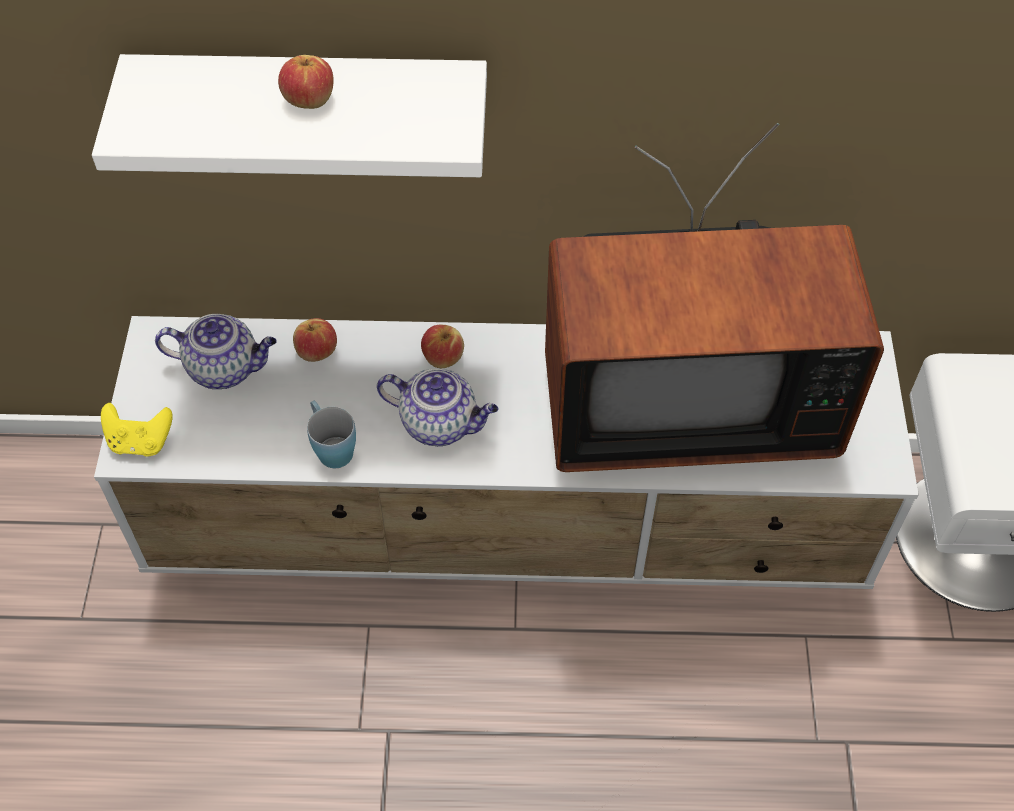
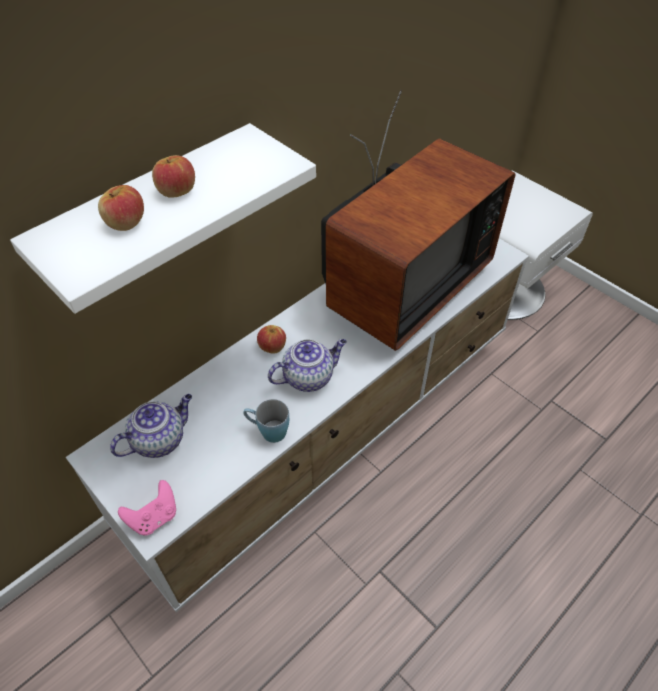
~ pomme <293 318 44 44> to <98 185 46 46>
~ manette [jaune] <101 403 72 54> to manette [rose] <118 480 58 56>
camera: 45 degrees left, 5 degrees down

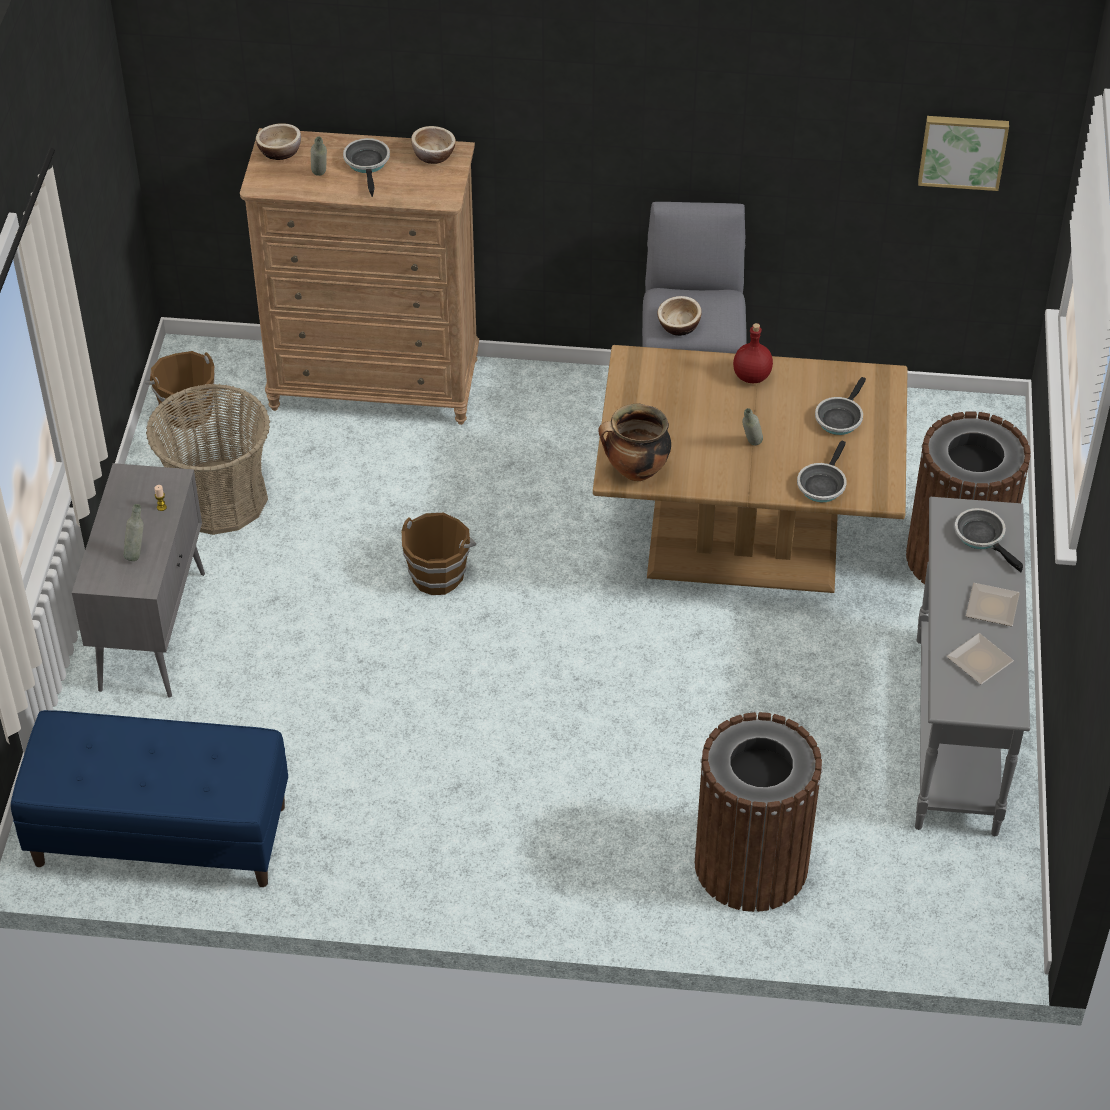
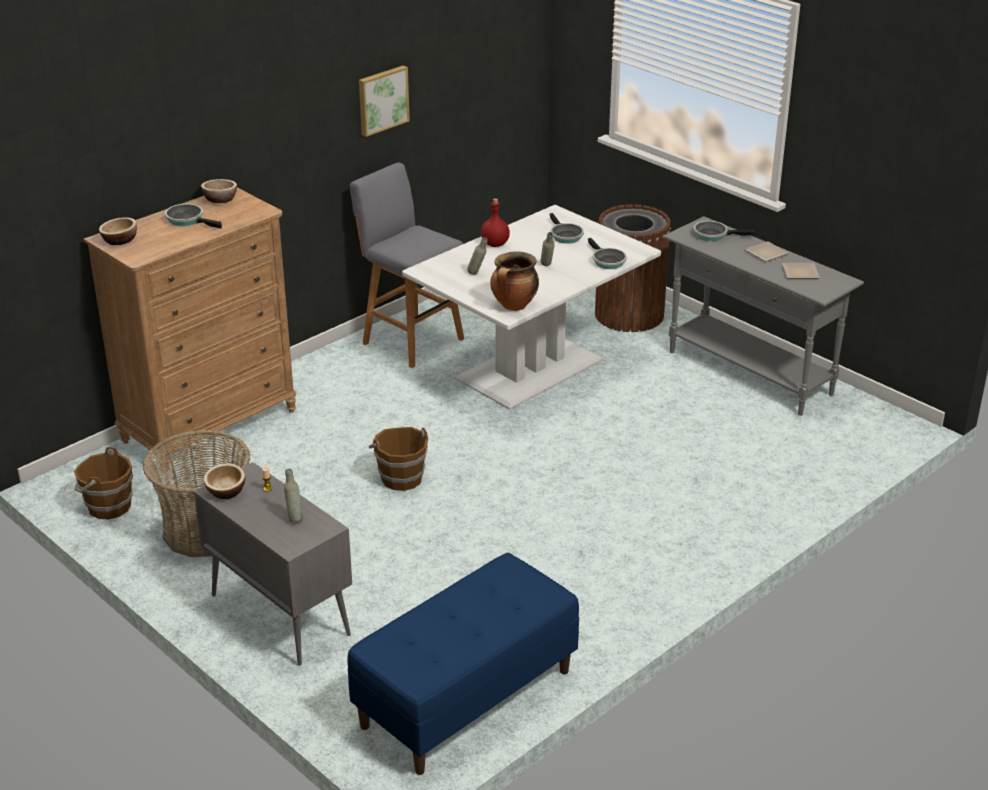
- poubelle [marron] <695 712 127 200>
~ bouteille [gris] <311 136 16 40> to <467 237 21 38>
~ bol <657 296 45 40> to <204 464 41 35>
~ tableau <918 116 91 75> to <359 65 51 72>
~ table à manger [marron] <593 345 315 248> to table à manger [blanc] <402 205 259 205>
camera: 50 degrees left, 15 degrees down

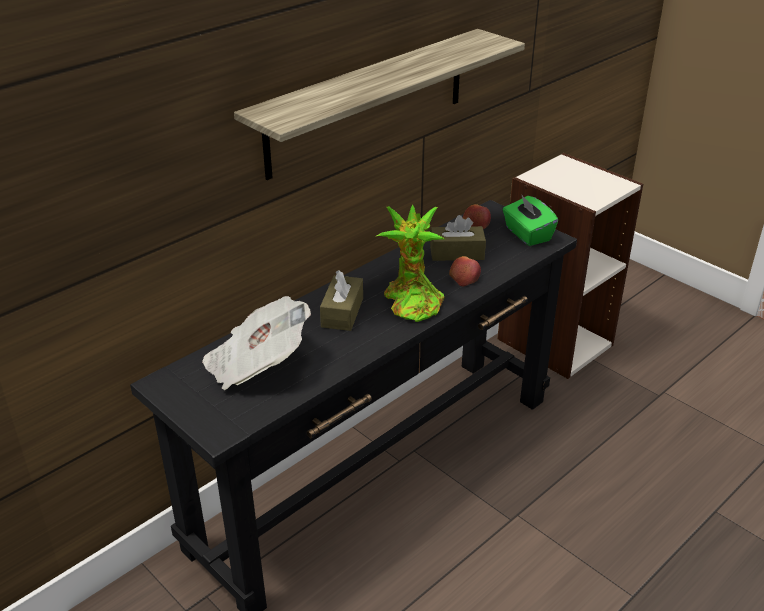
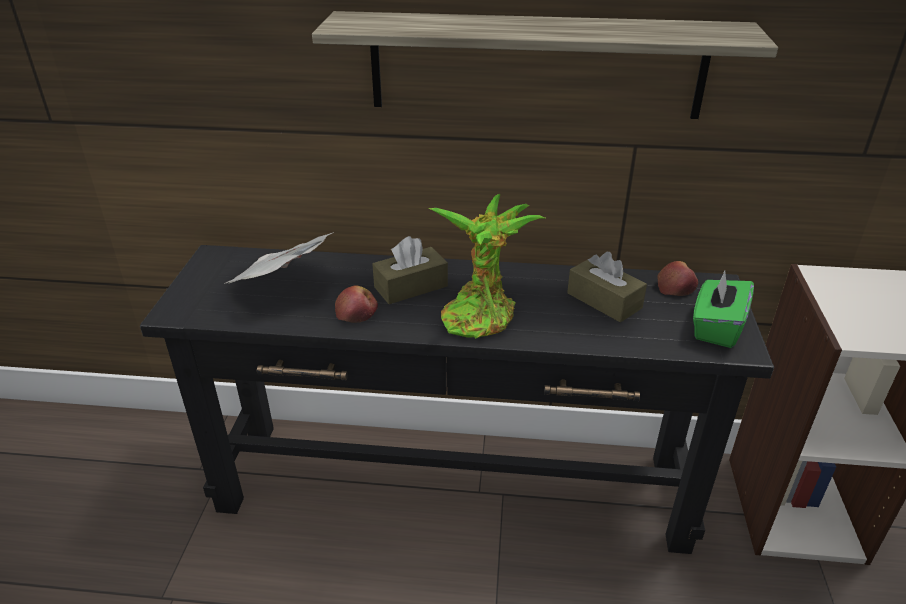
~ pomme <449 256 32 31> to <335 286 43 37>
camera: 50 degrees right, 0 degrees up

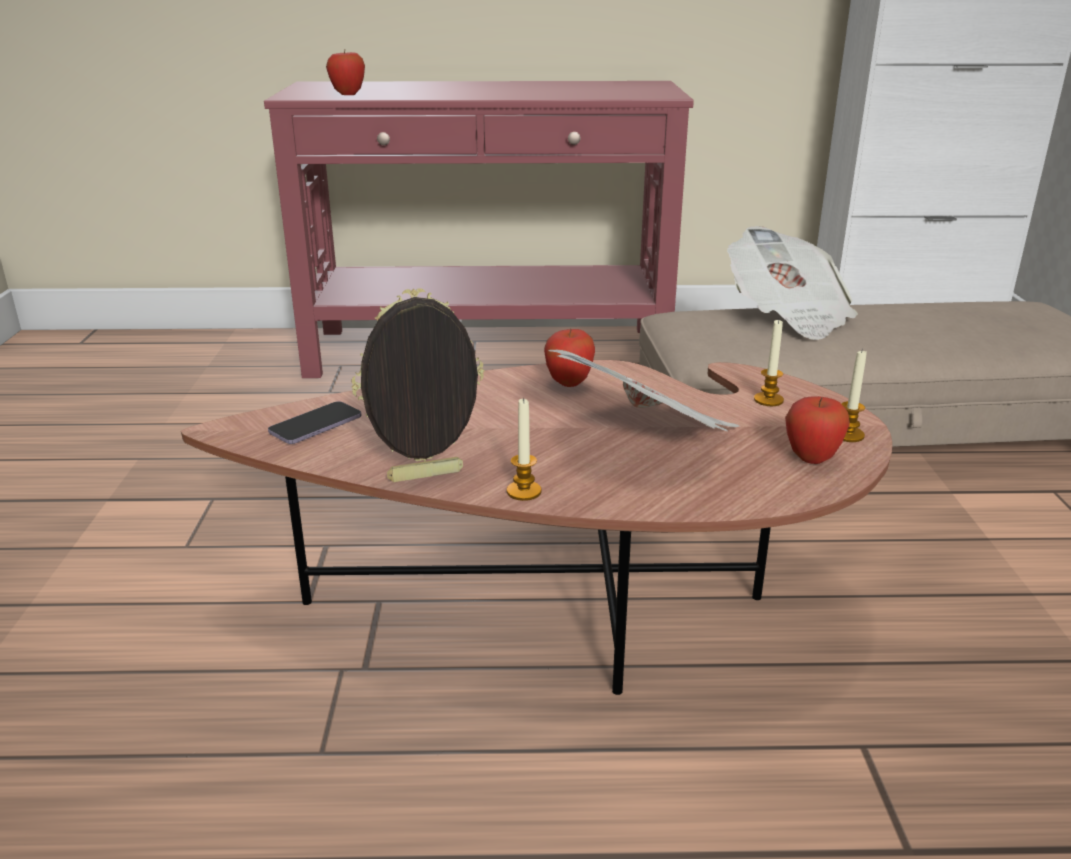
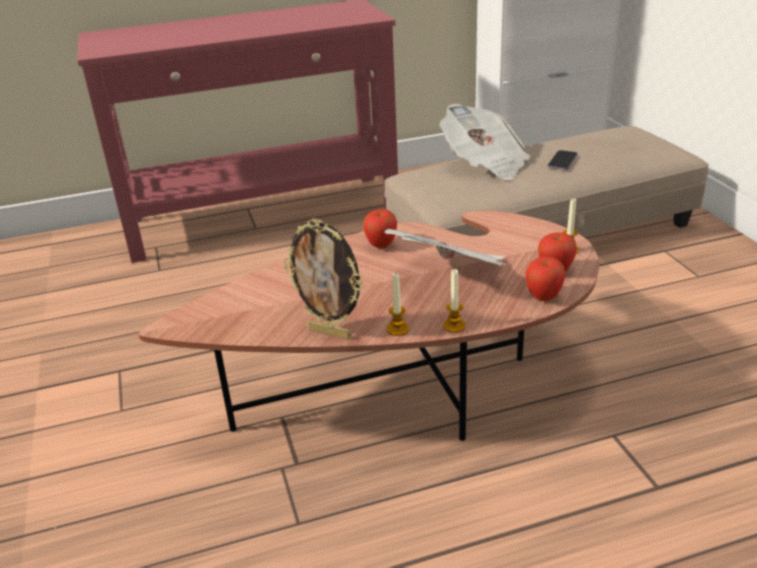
~ téléphone <268 401 94 43> to <548 150 30 20>
~ pomme <326 50 39 45> to <525 257 41 44>
~ bougie <754 319 30 87> to <443 269 23 64>
~ cadre photo <352 288 132 194> = <284 219 79 121> 120 degrees counterclockwise
camera: 15 degrees left, 5 degrees up

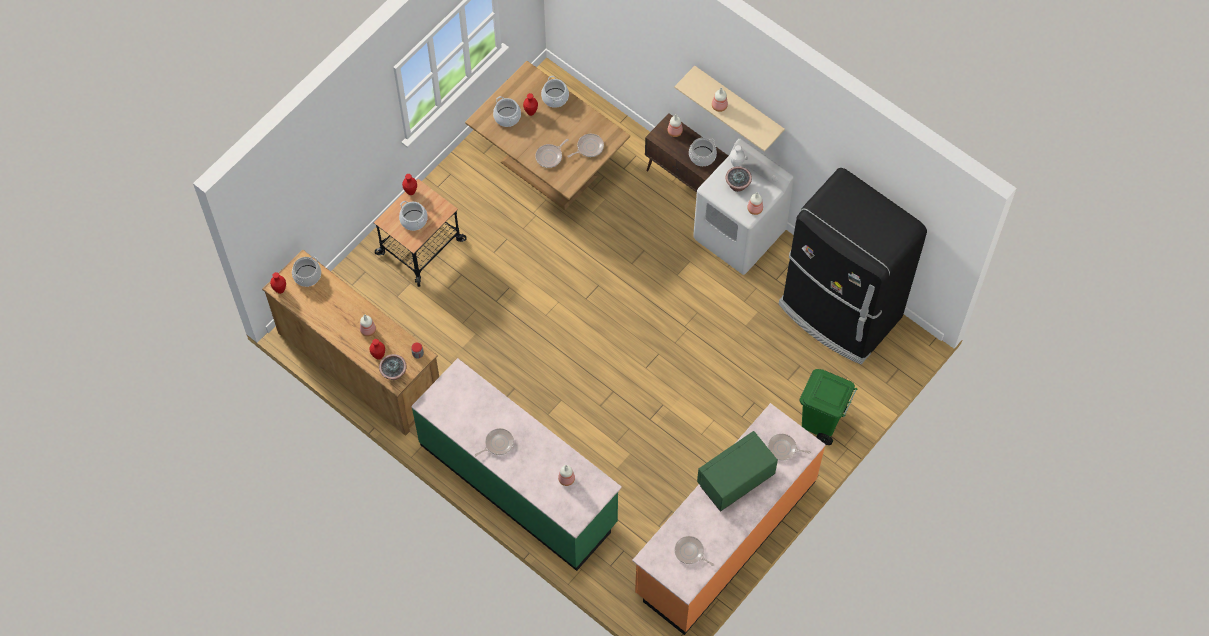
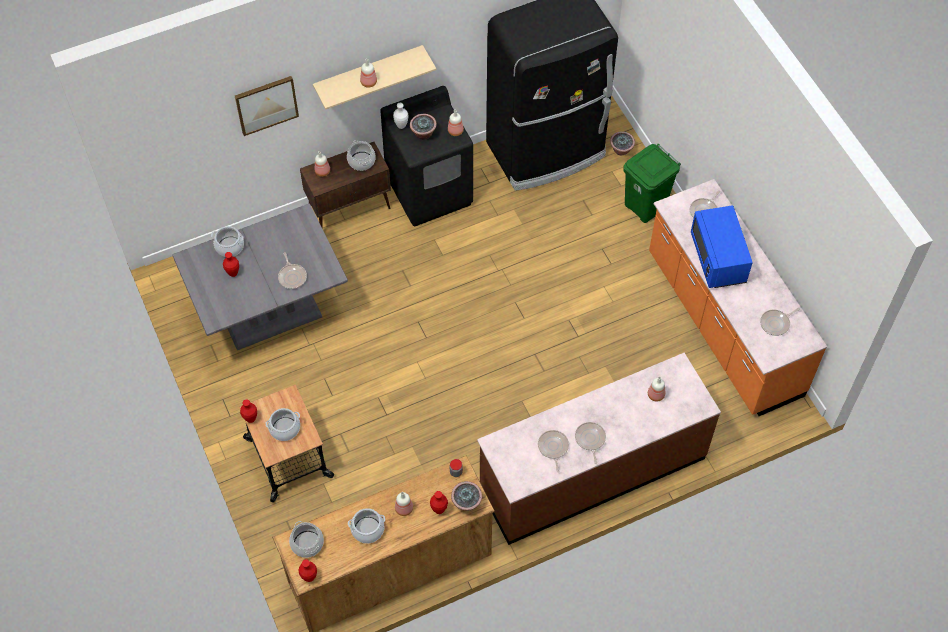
+ tableau <235 76 64 60>
+ plante en pot <610 131 25 24>
~ marmite <493 96 28 31> to <348 508 37 36>
~ poêle <567 134 37 23> to <538 430 31 42>
~ comptoir de cuisine [vert] <411 358 211 213> to comptoir de cuisine [marron] <477 353 244 192>
~ table à manger [marron] <465 61 165 149> to table à manger [gris] <172 204 176 146>
~ lave-linge [blanc] <693 139 101 136> to lave-linge [noir] <380 86 93 140>
~ micro-ondes [vert] <697 431 81 81> to micro-ondes [bleu] <691 205 62 83>
camera: 65 degrees left, 5 degrees down

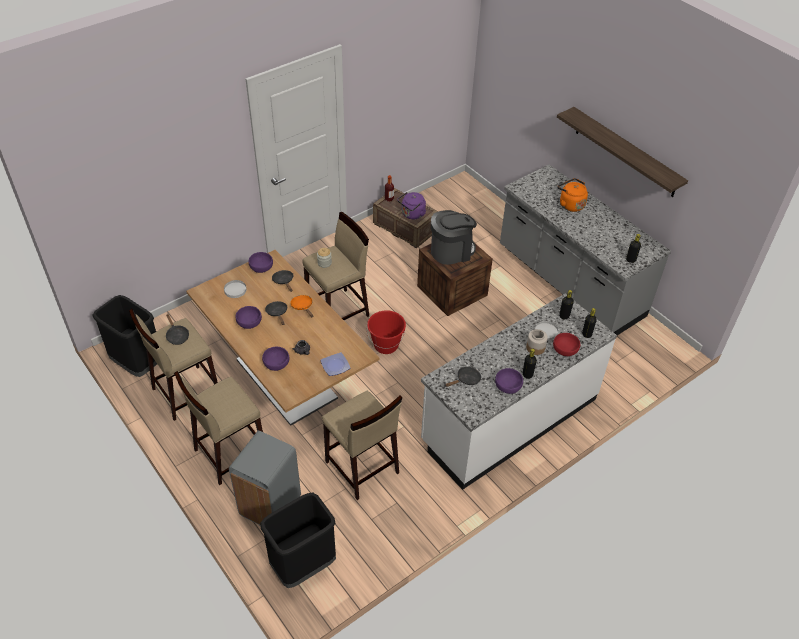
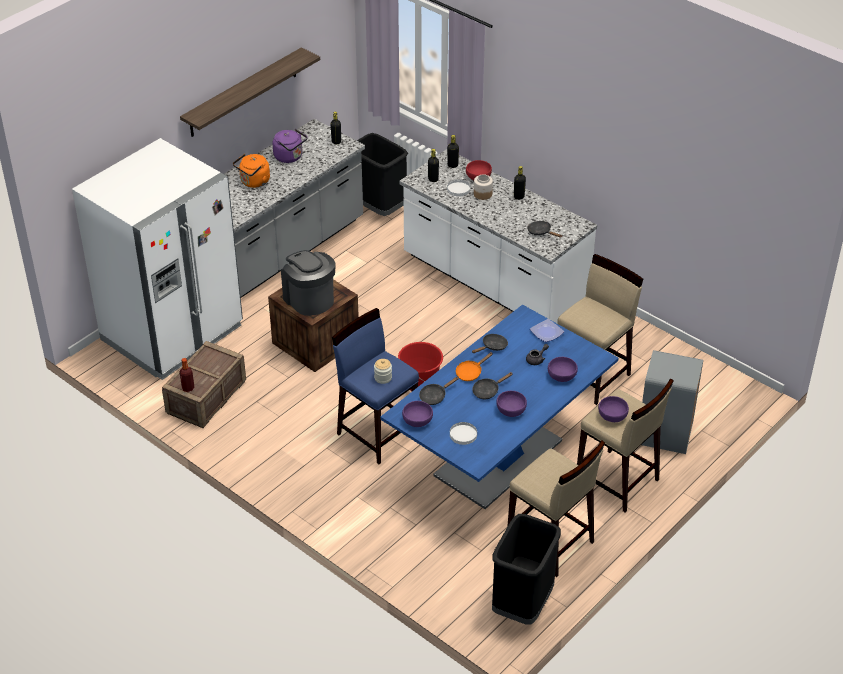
+ réfrigérateur [blanc] <72 138 171 242>
~ poêle [noir] <166 314 23 31> to <472 334 36 19>
~ poubelle [noir] <260 492 76 96> to <357 133 51 83>
~ bouilloire [violet] <397 192 29 28> to <272 129 35 34>
~ bol [violet] <495 368 28 26> to <598 396 31 26>
~ table à manger [marron] <186 250 194 176> to table à manger [bleu] <380 304 239 205>
~ tabouret [beige] <303 212 66 108> to tabouret [bleu] <332 308 87 156>
camera: 100 degrees left, 5 degrees down

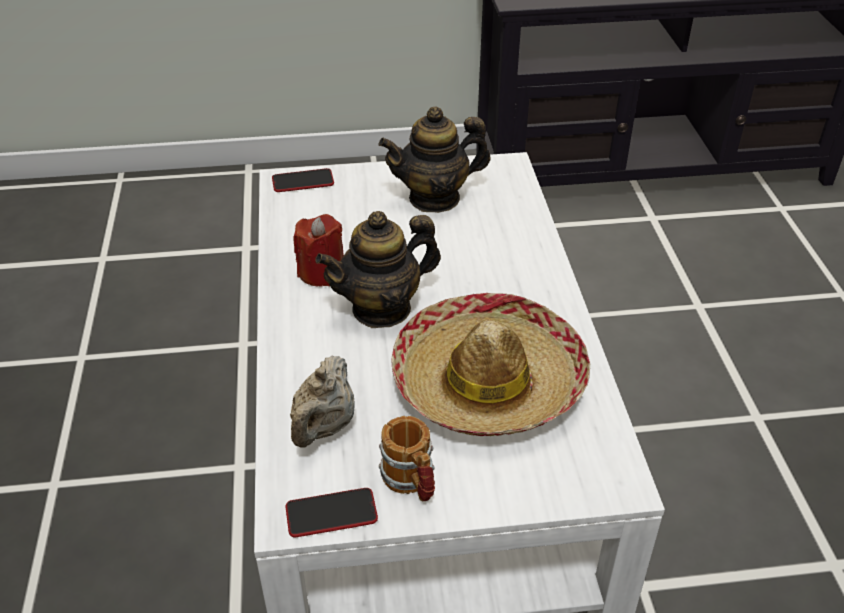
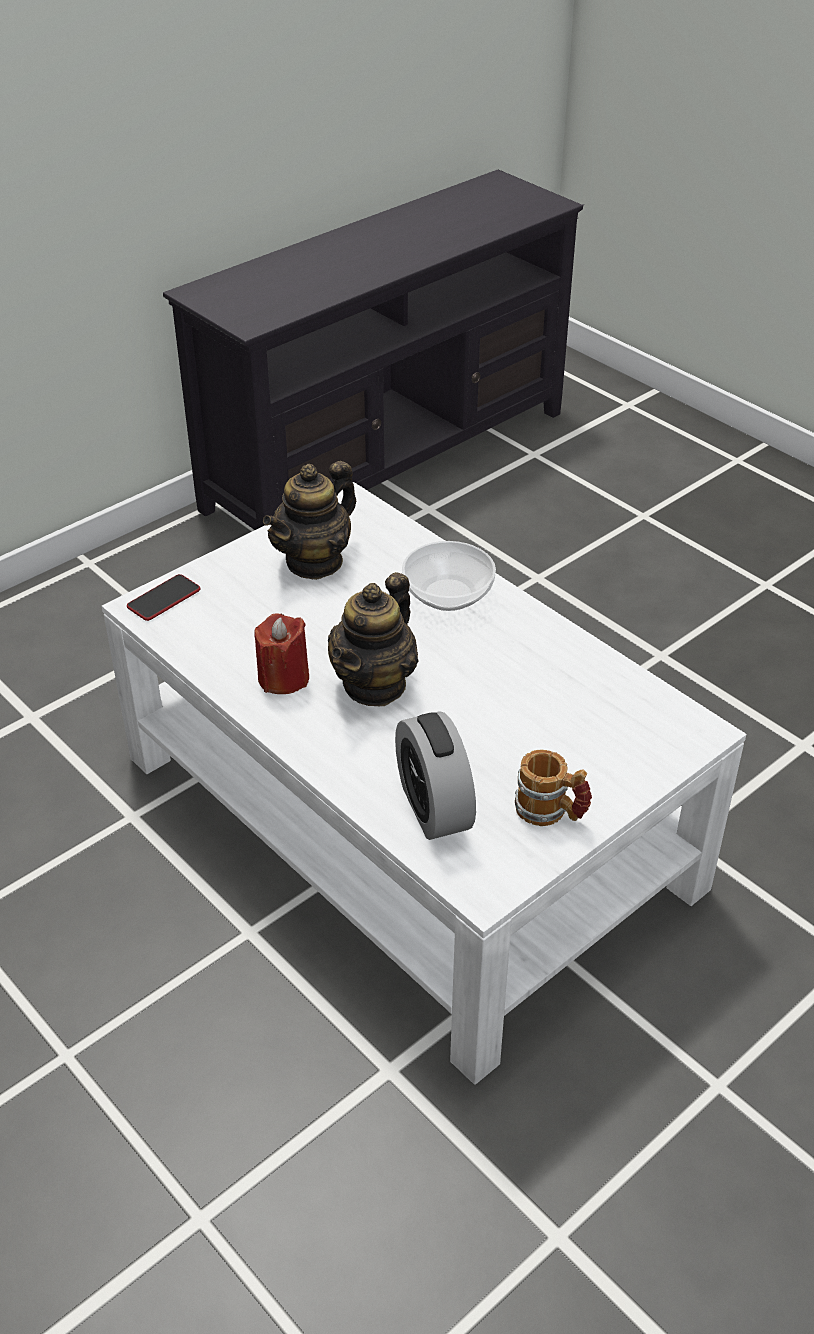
- téléphone <286 488 92 49>
- chapeau <391 293 199 143>
+ bol <402 541 94 70>
~ théière [beige] <290 355 65 93> to réveil <395 711 81 129>
camera: 35 degrees left, 0 degrees up

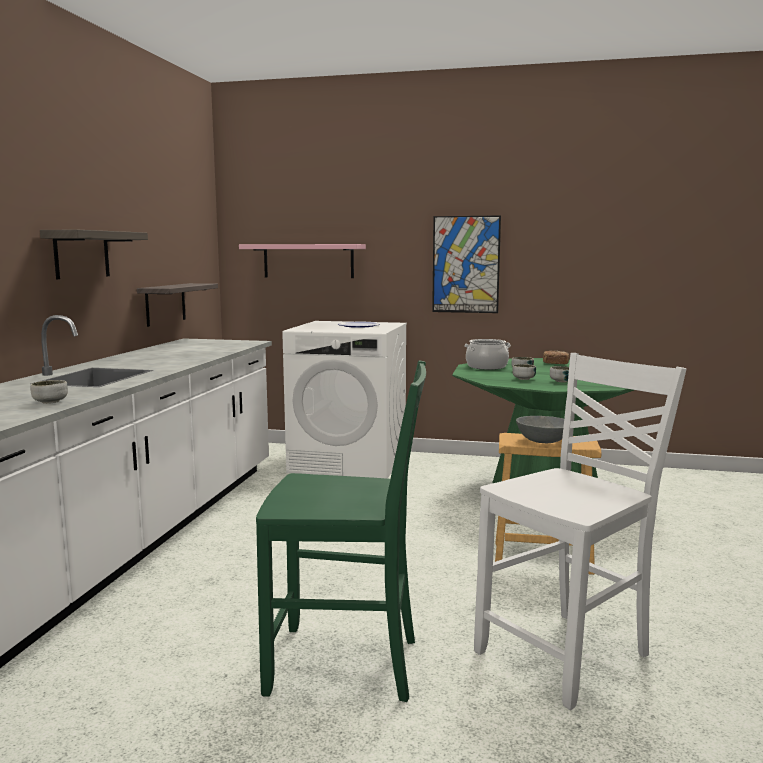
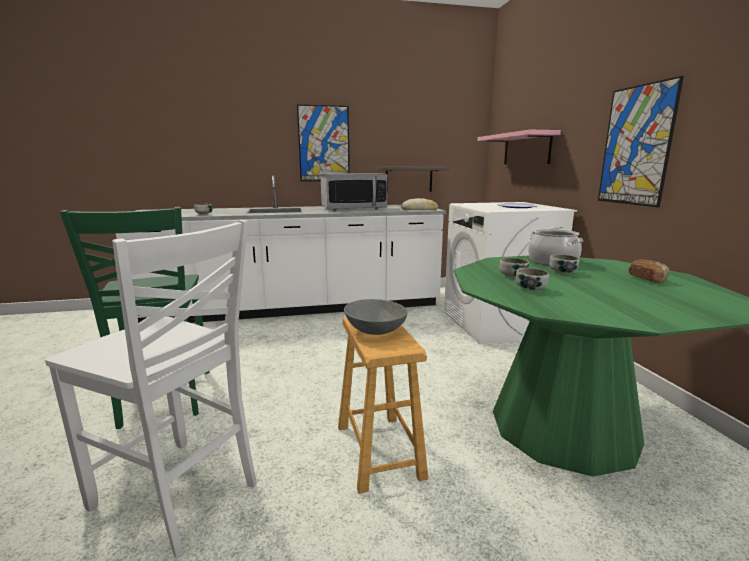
+ micro-ondes <320 173 67 38>
+ pain <401 198 37 12>
~ étagère <40 229 108 50> to tableau <297 105 53 76>
camera: 65 degrees right, 5 degrees up

